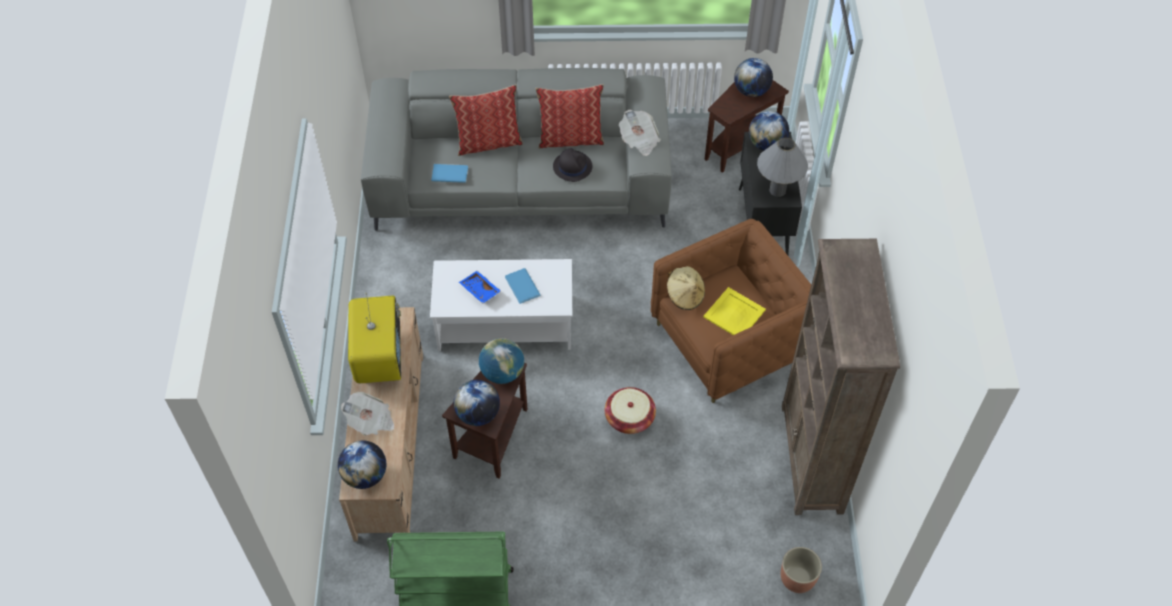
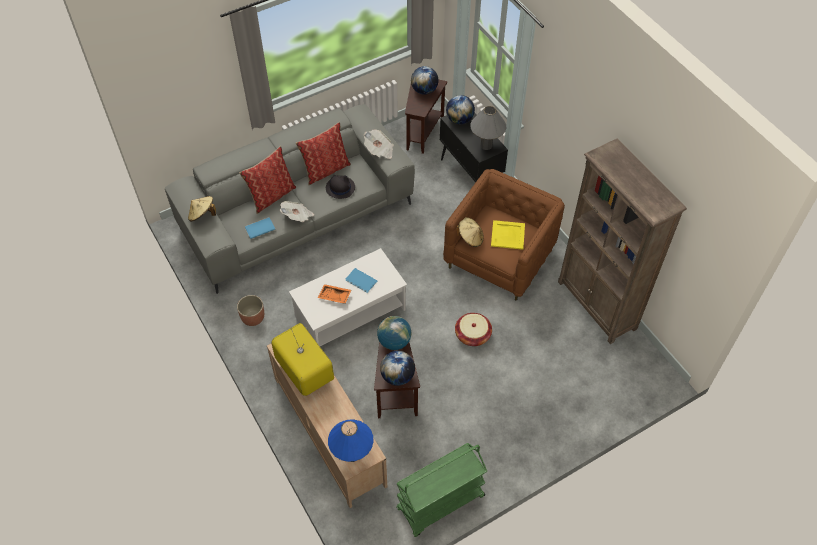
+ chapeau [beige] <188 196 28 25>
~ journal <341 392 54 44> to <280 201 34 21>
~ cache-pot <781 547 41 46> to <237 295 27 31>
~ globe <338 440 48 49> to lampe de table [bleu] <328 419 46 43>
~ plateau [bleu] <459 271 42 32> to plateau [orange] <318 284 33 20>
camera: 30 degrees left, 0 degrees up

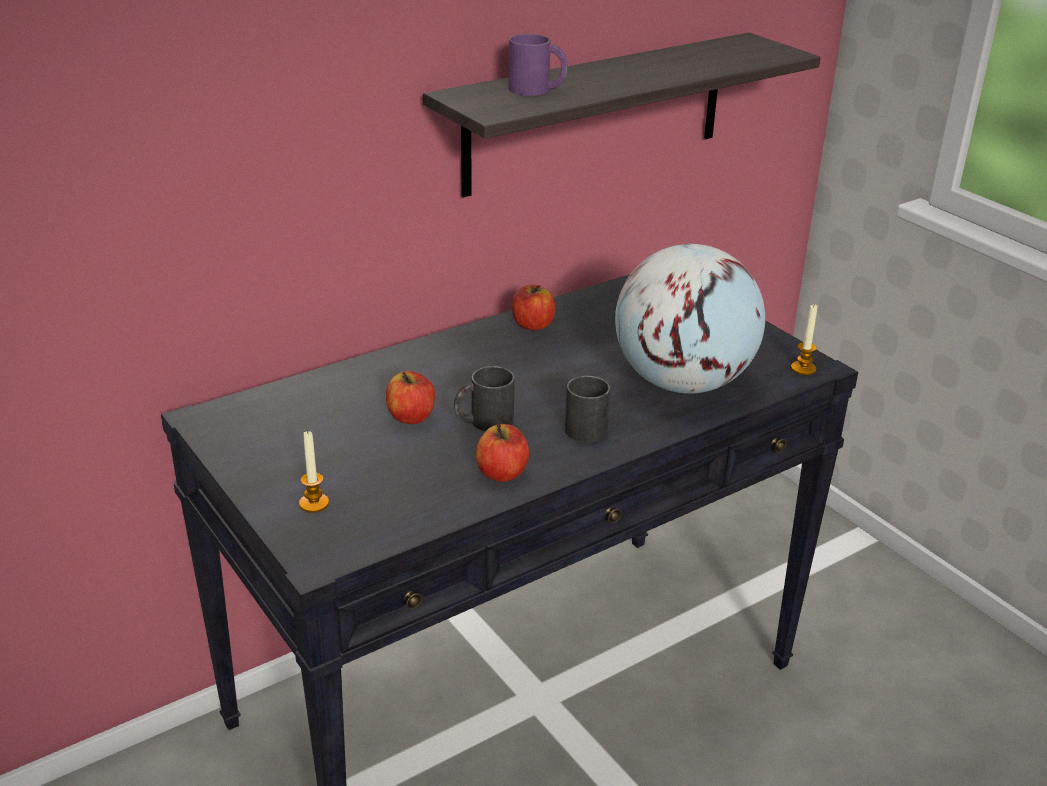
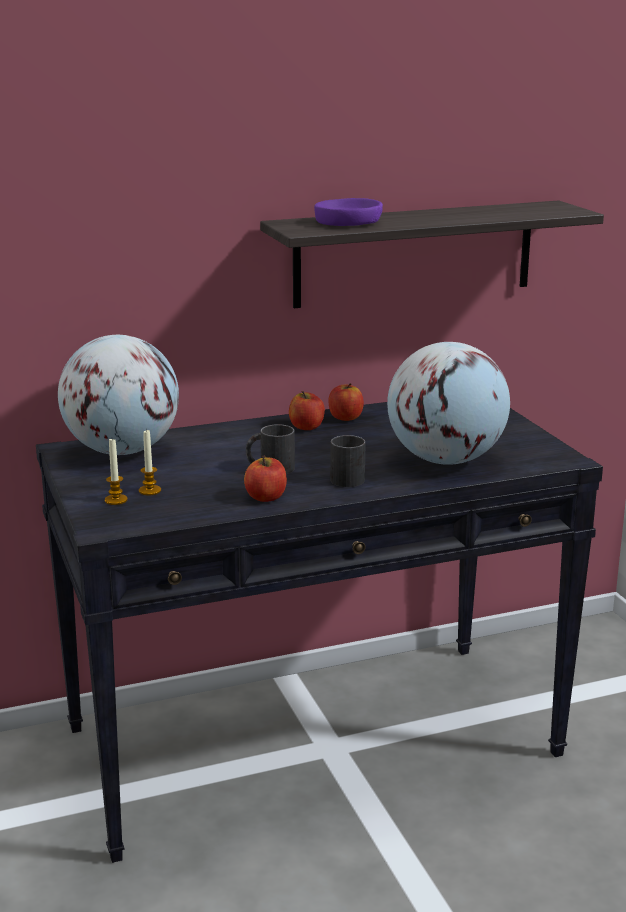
+ globe <58 335 121 120>
~ pomme <386 371 49 53> to <289 391 36 39>
~ bougie <791 304 27 71> to <139 429 22 66>
~ mug [violet] <508 34 60 62> to bol [violet] <314 198 69 28>
camera: 15 degrees right, 10 degrees down

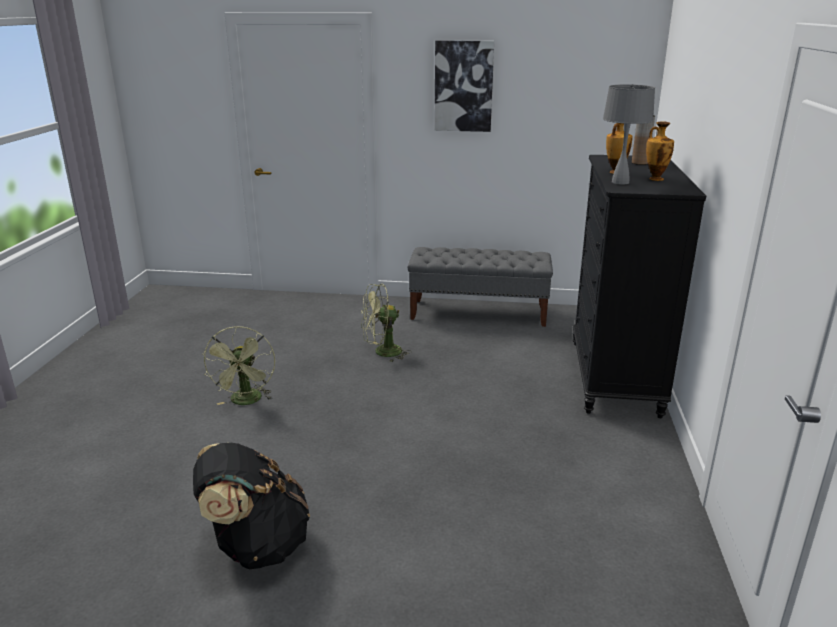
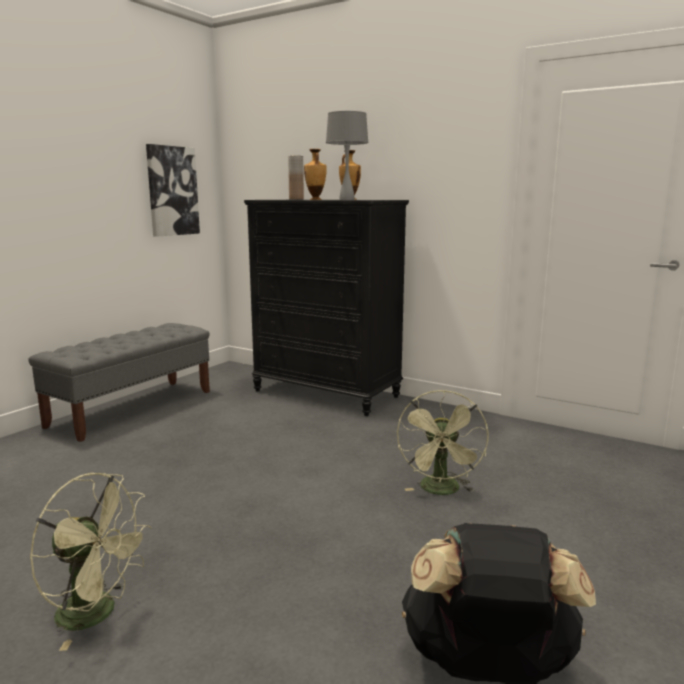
~ ventilateur [vert] <361 284 50 78> to <397 390 91 105>
~ tableau <434 40 60 92> to <146 144 54 93>
camera: 65 degrees left, 10 degrees down

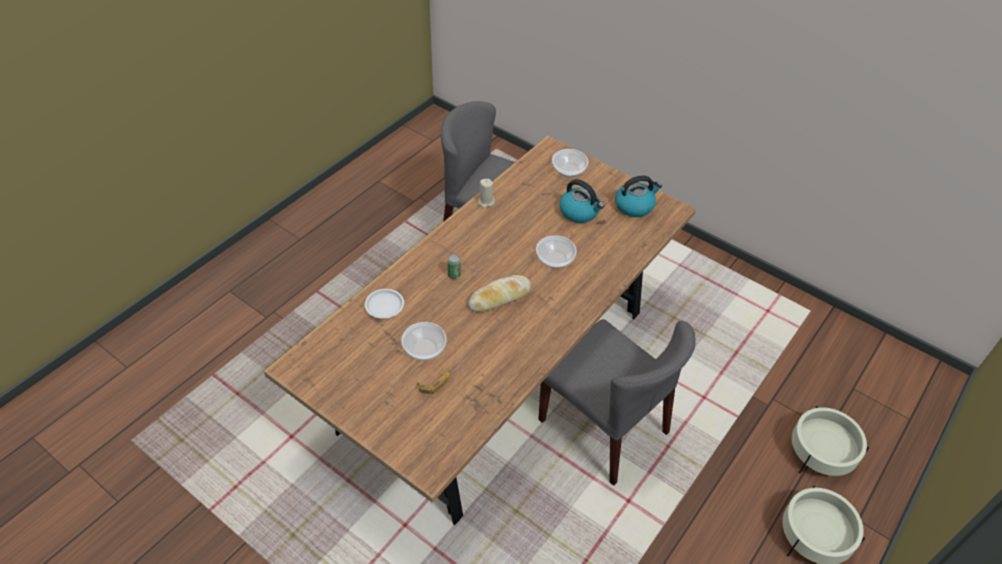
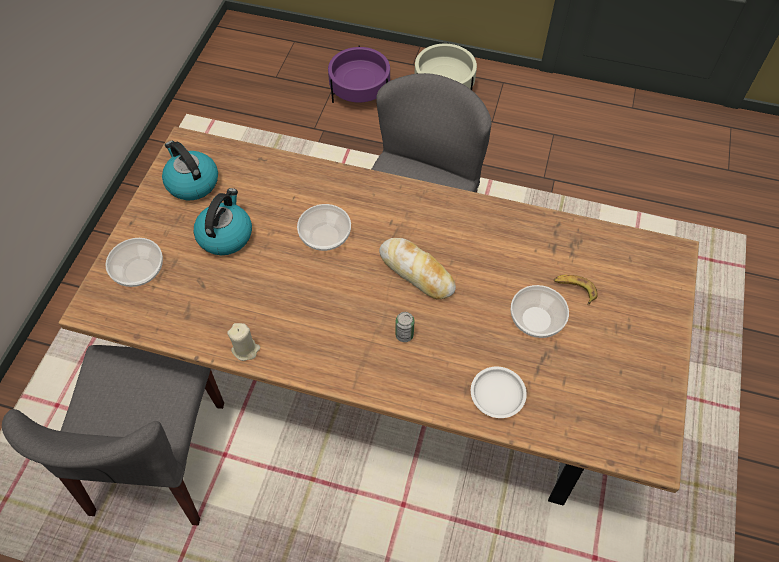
~ cache-pot [beige] <792 406 77 70> to cache-pot [violet] <328 45 62 58>
camera: 110 degrees left, 10 degrees up

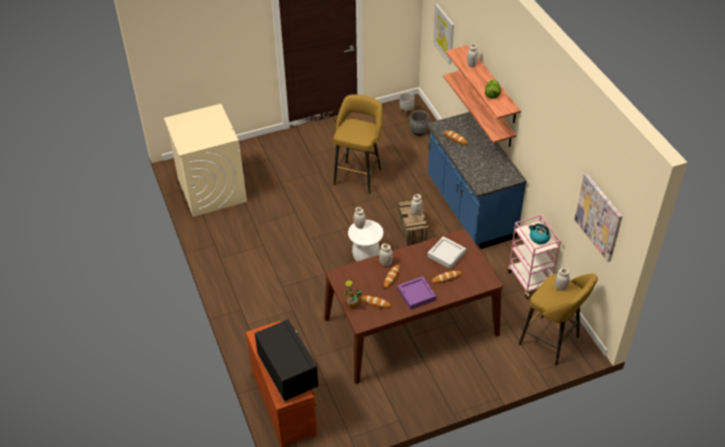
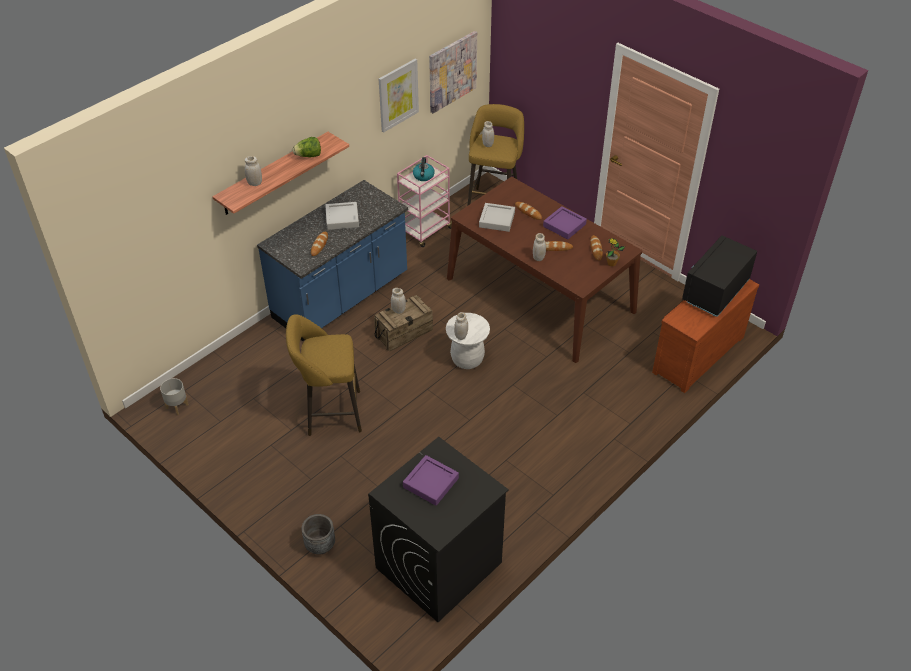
- étagère <443 71 73 76>
+ plateau [gris] <325 202 34 28>
+ plateau [violet] <403 455 56 51>
~ cache-pot [gris] <410 110 19 26> to <302 514 33 41>
~ tableau <433 4 21 61> to <379 59 40 73>
~ lave-linge [beige] <164 104 83 113> to lave-linge [noir] <368 437 141 185>
camera: 115 degrees left, 0 degrees up

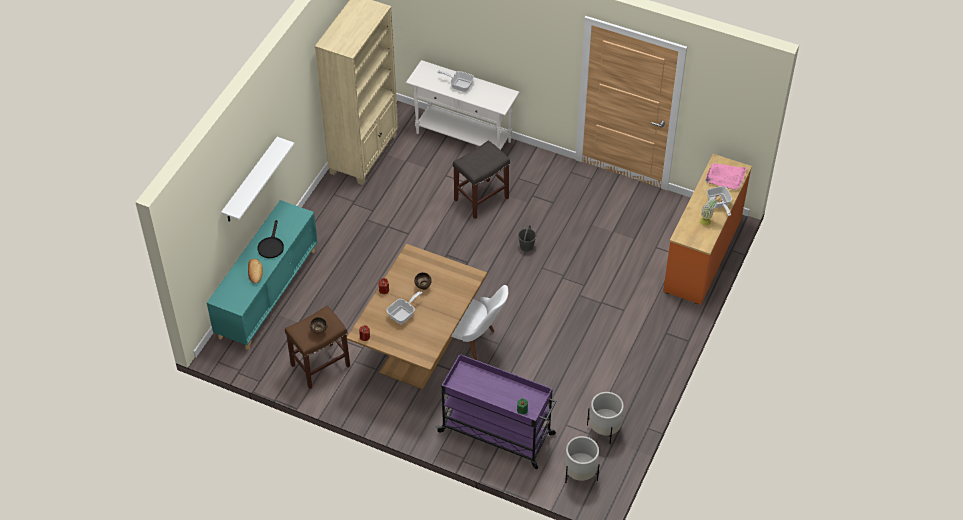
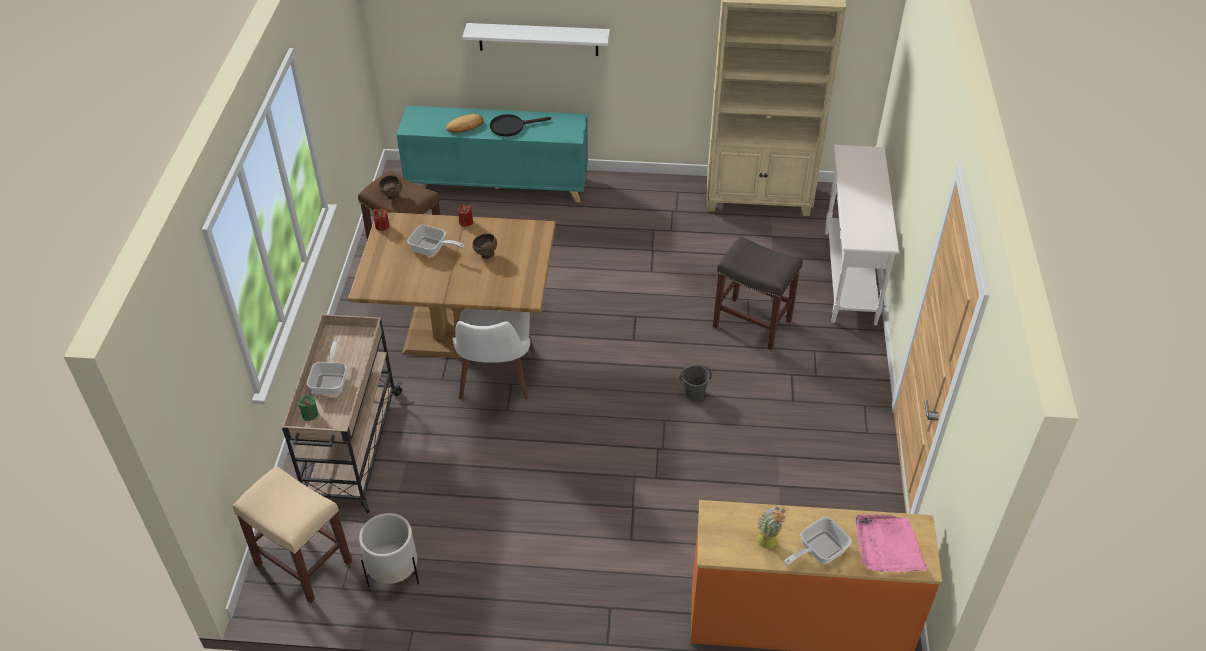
~ poêle <438 70 36 22> to <307 340 40 55>
~ cache-pot [blanc] <565 436 35 47> to tabouret [beige] <233 466 119 137>
~ chariot [violet] <436 354 120 115> to chariot [beige] <282 314 121 199>
camera: 70 degrees right, 5 degrees down

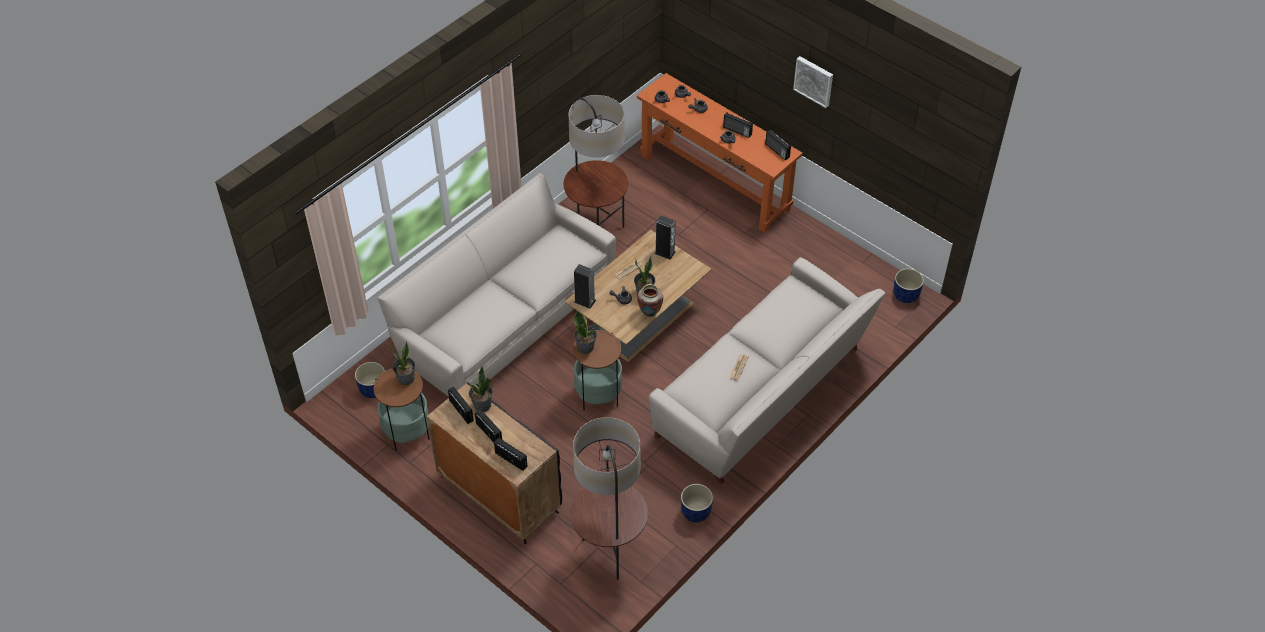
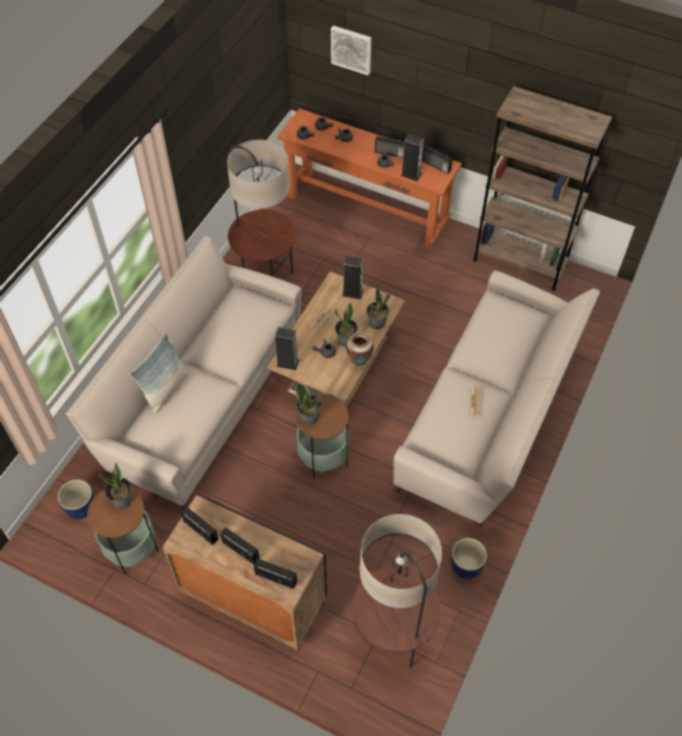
- cache-pot [bleu] <894 268 30 35>
+ coussin <130 333 59 81>
+ enceinte <401 134 23 47>
+ bibliothèque [marron] <473 86 139 205>
~ plante en pot <469 367 24 45> to <366 285 25 44>
~ tableau <793 56 40 52> to <331 25 40 50>
camera: 15 degrees left, 5 degrees up

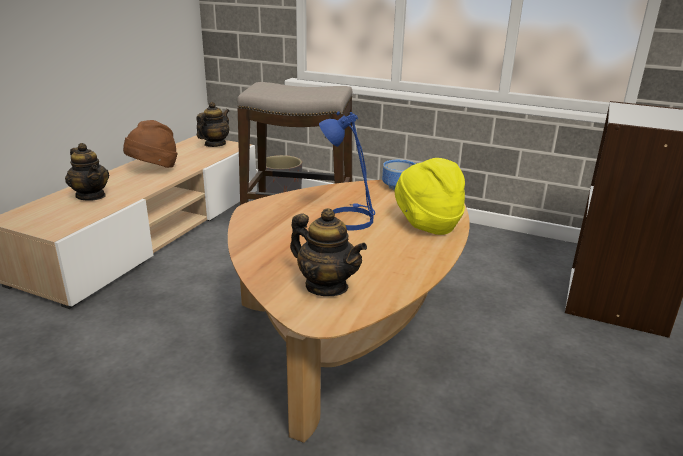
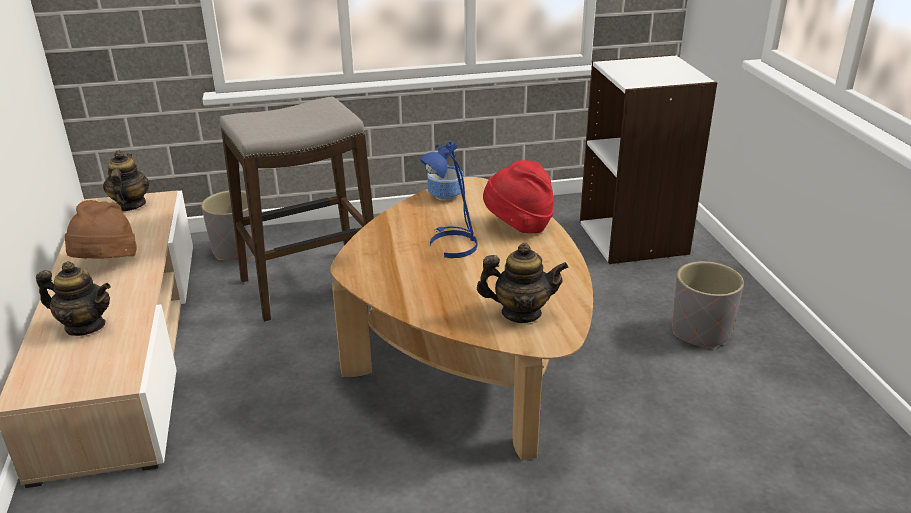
+ cache-pot [gris] <672 261 72 88>
~ chapeau [jaune] <395 158 70 77> to chapeau [rouge] <483 160 71 73>
camera: 35 degrees left, 5 degrees up

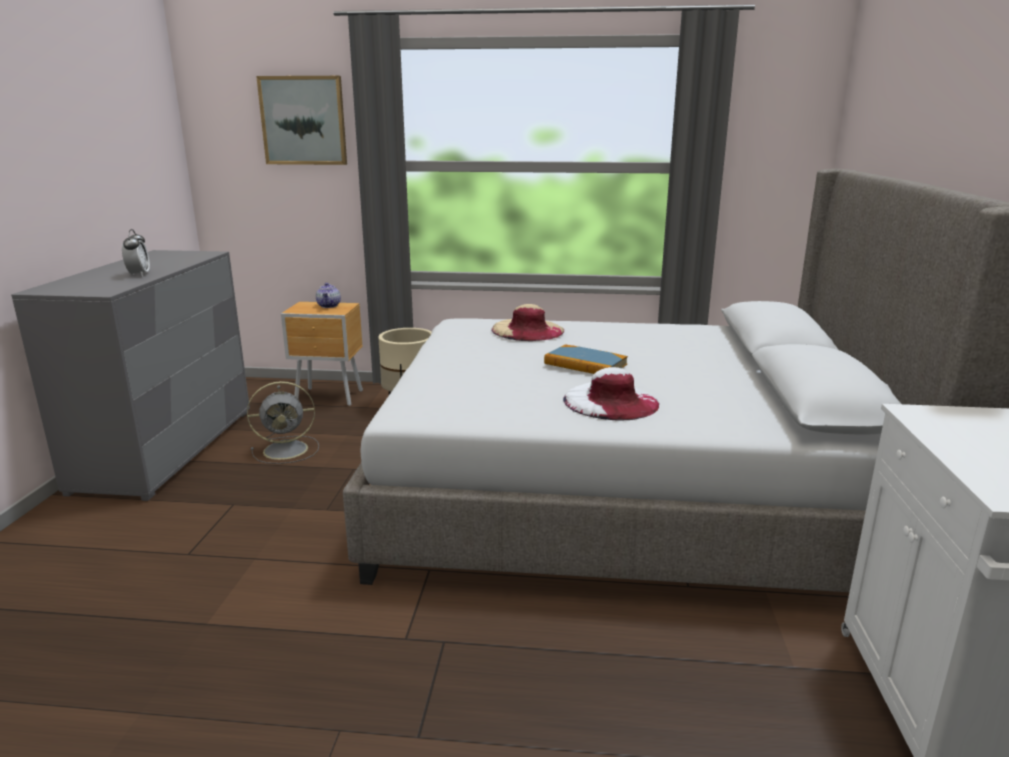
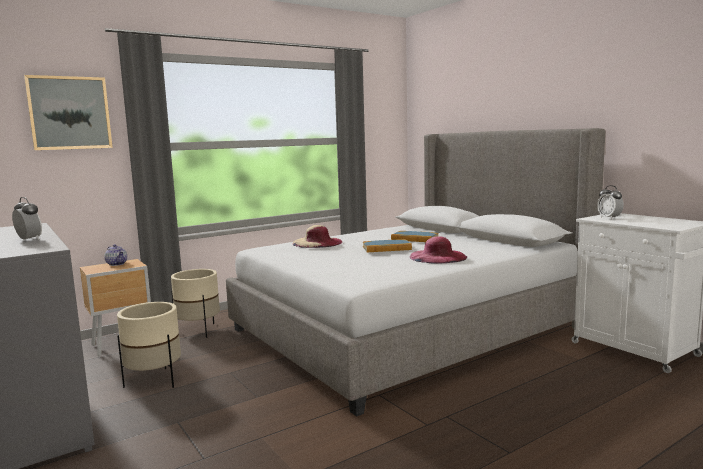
+ livre <391 231 47 11>
+ réveil <597 185 27 35>
~ ventilateur [gris] <247 381 72 83> to cache-pot [beige] <117 302 64 86>
~ chapeau [blanc] <563 367 96 54> to chapeau [rose] <410 236 57 28>
camera: 40 degrees left, 10 degrees down

